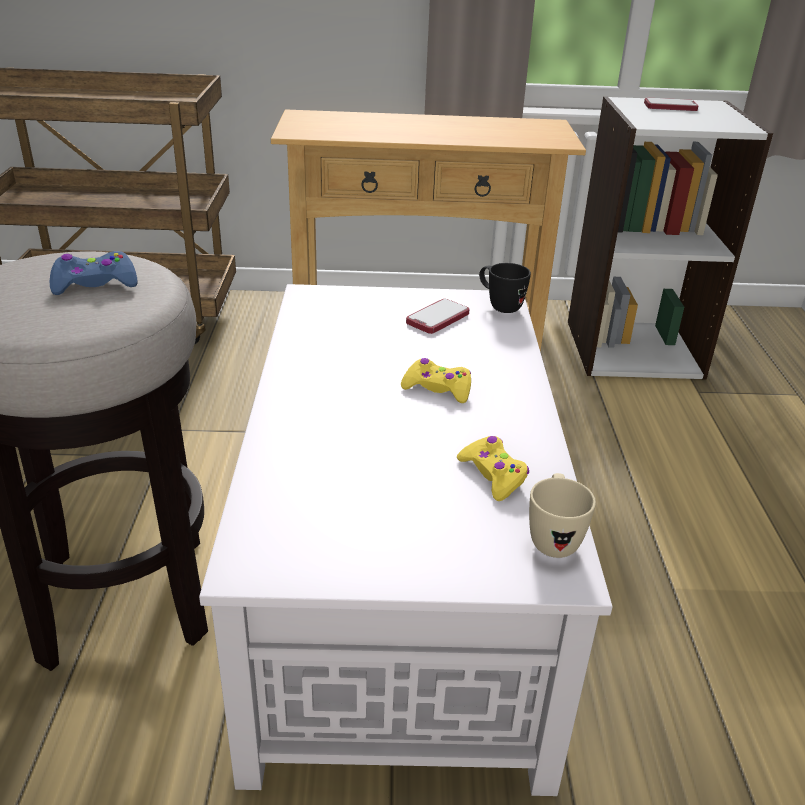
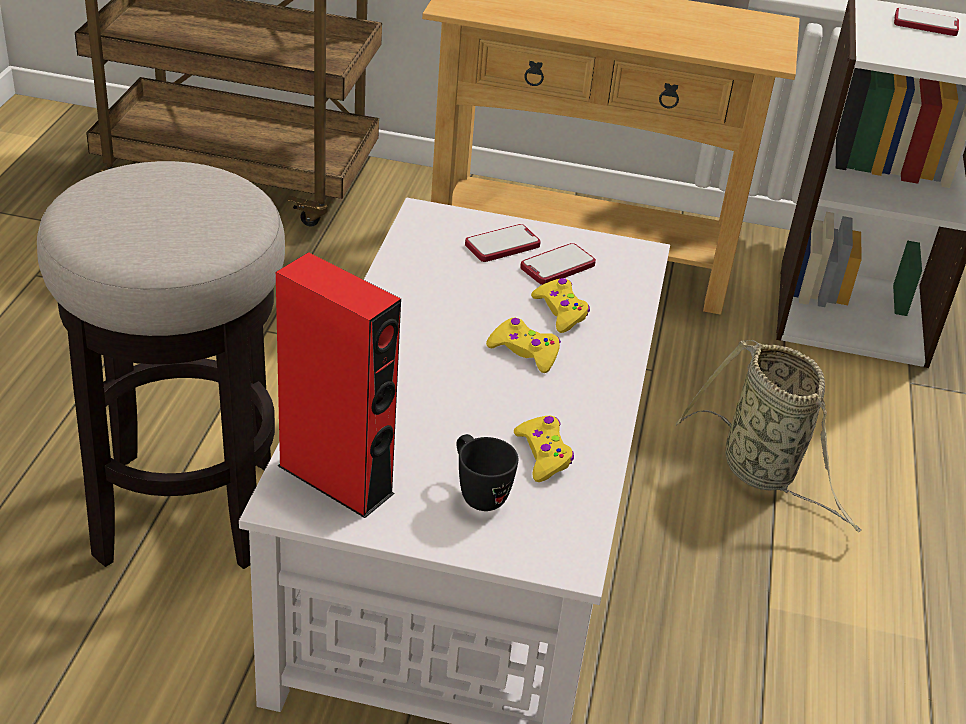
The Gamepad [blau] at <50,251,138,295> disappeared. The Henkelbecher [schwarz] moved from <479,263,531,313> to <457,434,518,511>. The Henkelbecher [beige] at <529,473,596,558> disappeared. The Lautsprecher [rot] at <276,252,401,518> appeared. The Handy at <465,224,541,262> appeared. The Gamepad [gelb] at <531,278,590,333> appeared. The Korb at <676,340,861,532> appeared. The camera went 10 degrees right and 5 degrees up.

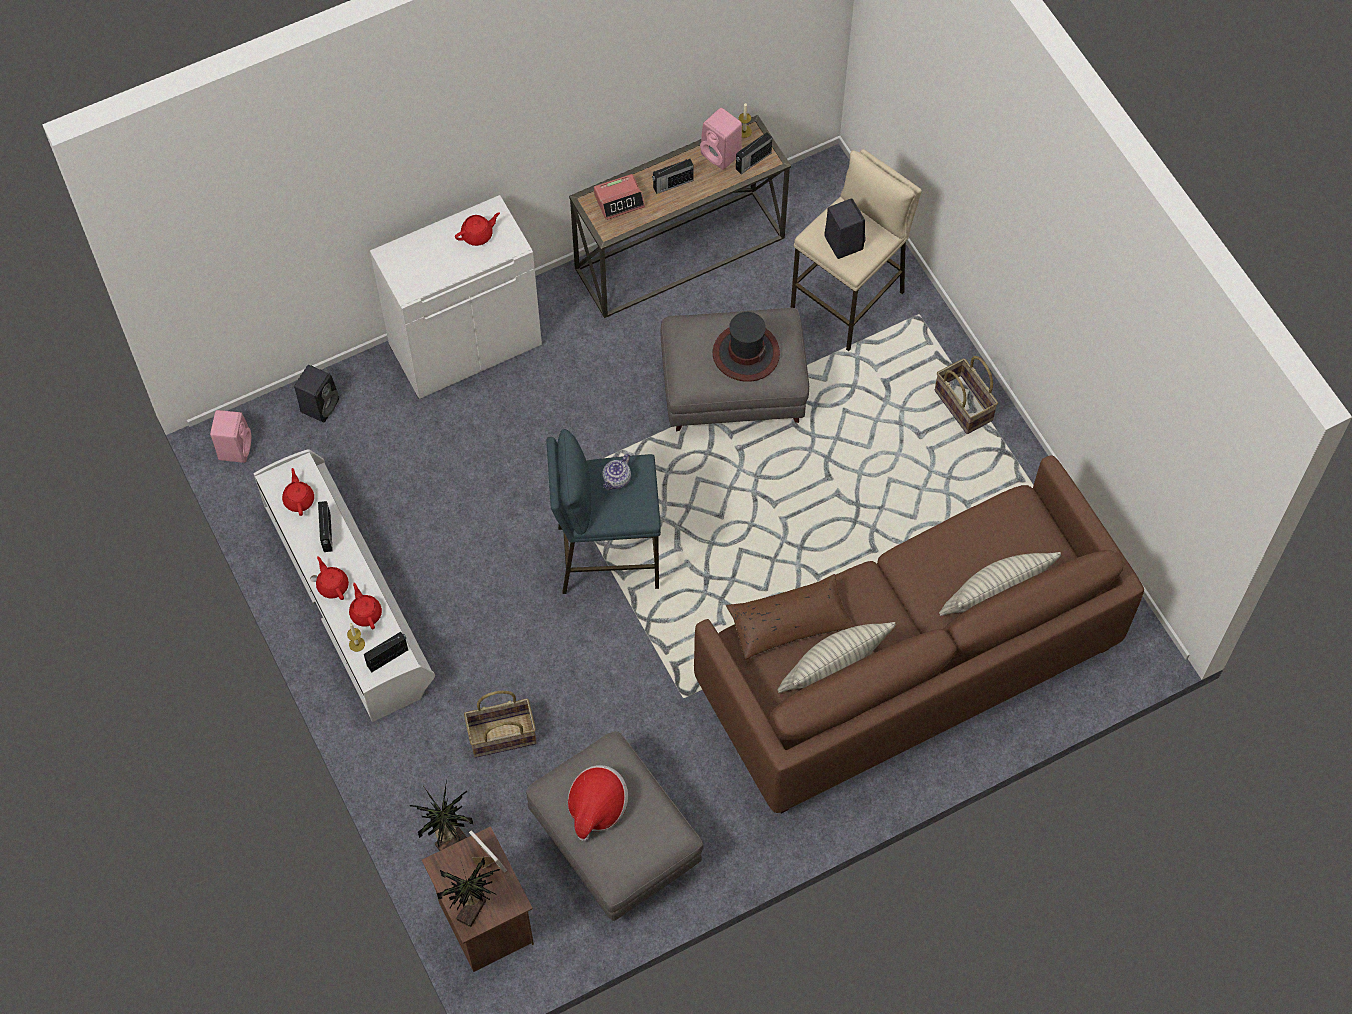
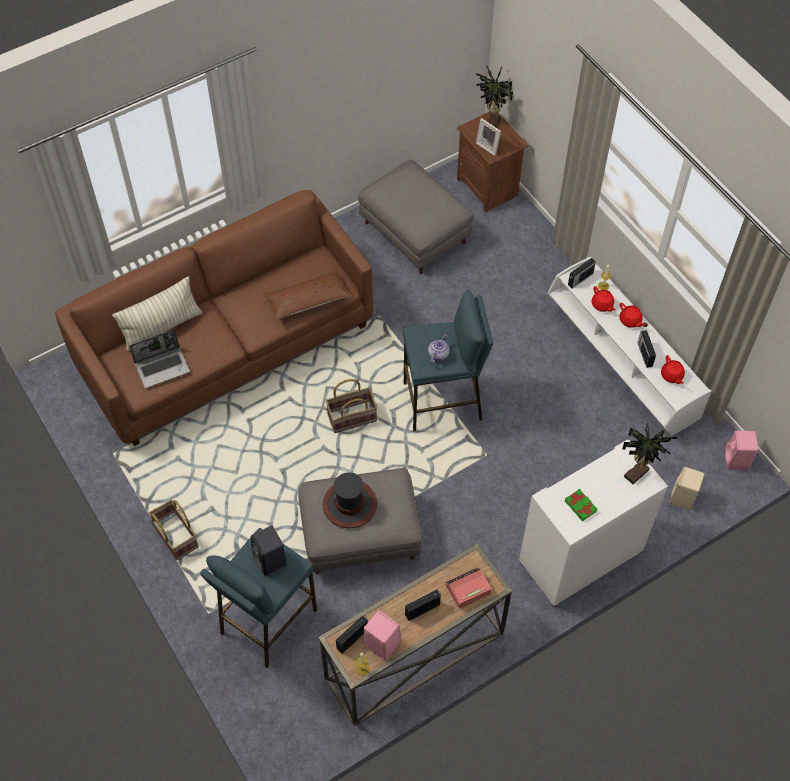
The Lautsprecher [schwarz] at <294,365,339,422> became the Lautsprecher [beige] at <670,467,704,510>. The Topfpflanze moved from <410,779,473,851> to <622,422,677,484>. The Teekanne [rot] at <455,213,500,246> was replaced by the Buch [grün] at <565,489,597,521>. The Korb moved from <464,691,536,758> to <326,379,378,433>. The Hut at <568,765,628,841> disappeared. The Kissen at <777,622,896,693> disappeared. The Hocker [beige] at <791,149,922,351> became the Hocker [blau] at <200,528,317,668>. The Laptop at <129,329,190,388> appeared. The camera went 175 degrees right and 5 degrees down.

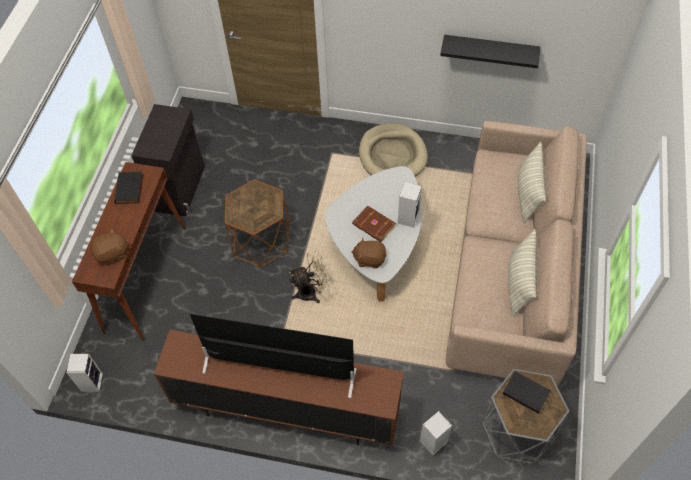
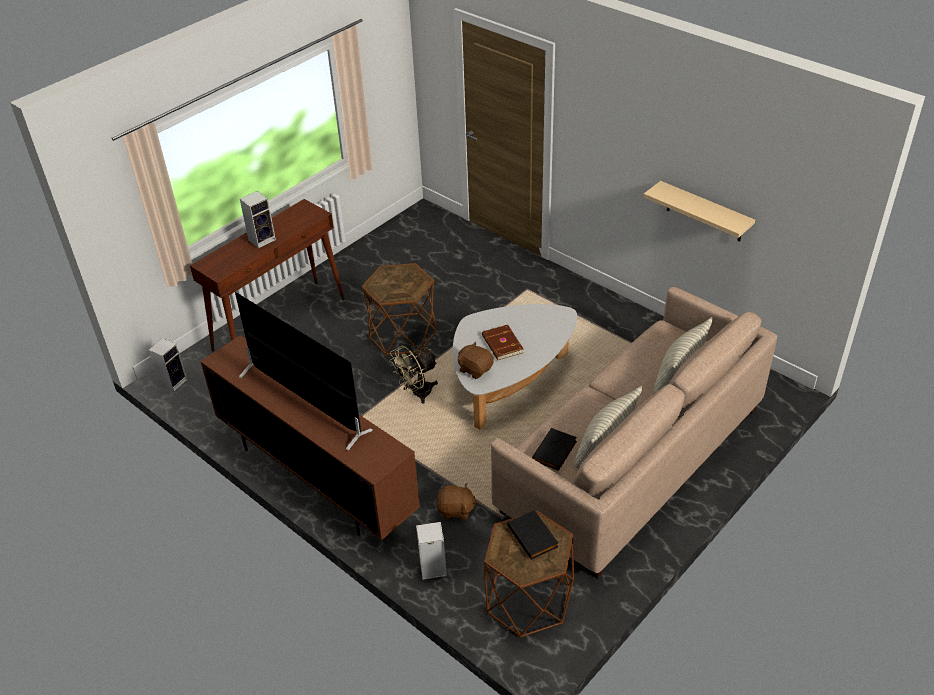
The Plüschtier [braun] moved from <91,229,129,266> to <436,484,478,519>. The Buch [schwarz] moved from <114,172,143,204> to <532,428,577,471>. The Schrank [schwarz] at <131,104,205,216> disappeared. The Ventilator [beige] at <289,250,331,303> turned 135 degrees clockwise. The Hundebett [beige] at <359,123,428,177> disappeared. The Lautsprecher moved from <398,182,422,228> to <240,191,276,248>. The Wandregal [schwarz] at <440,35,541,68> became the Wandregal [beige] at <643,181,755,242>. The Beistelltisch [grau] at <482,369,569,464> became the Beistelltisch [braun] at <484,511,574,638>. The camera went 30 degrees right and 15 degrees down.

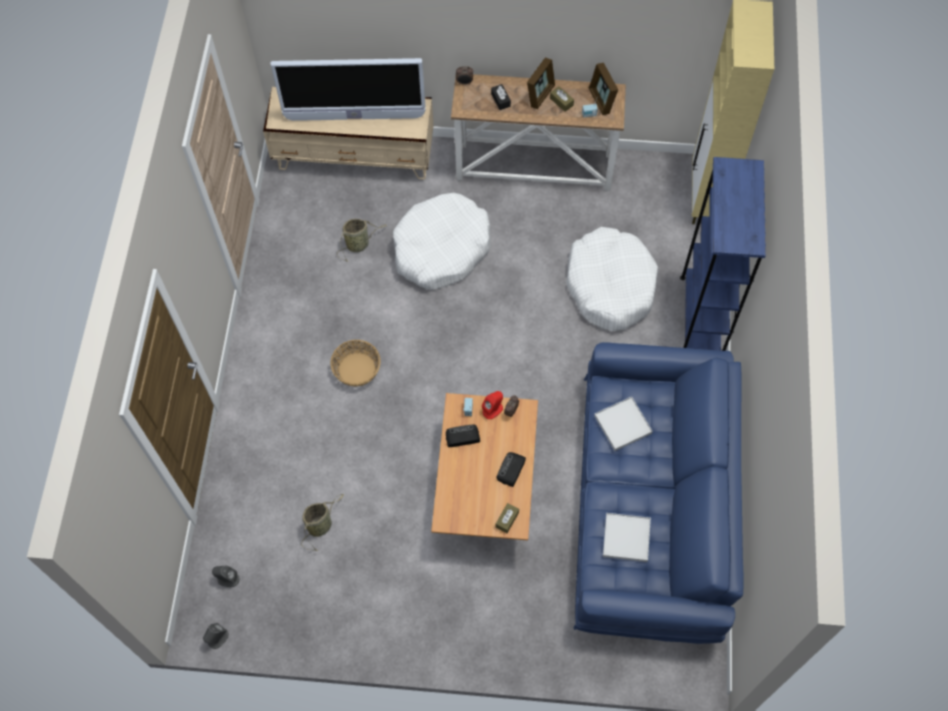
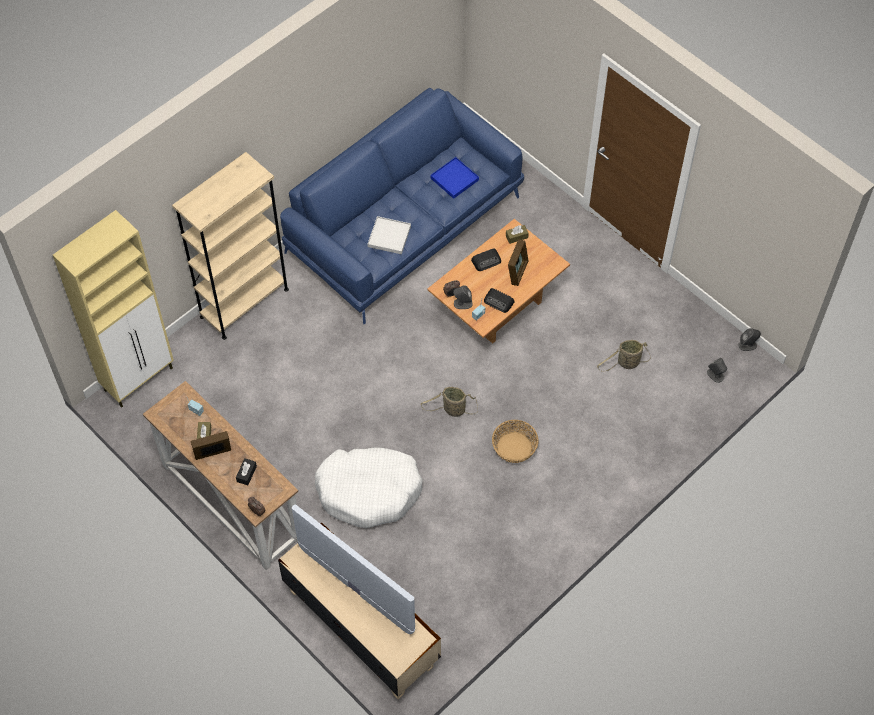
The Korb moved from <337,219,387,262> to <421,387,478,417>. The Lautsprecher [rot] at <482,391,503,419> became the Lautsprecher [grau] at <453,285,473,309>. The Hundebett [weiß] at <566,227,658,331> disappeared. The Bilderrahmen moved from <589,63,618,115> to <508,239,528,286>. The Tablett [weiß] at <603,513,651,562> became the Tablett [blau] at <430,157,479,199>. The Bücherregal [blau] at <680,157,766,351> became the Bücherregal [beige] at <172,152,289,340>. The camera went 140 degrees left and 5 degrees down.

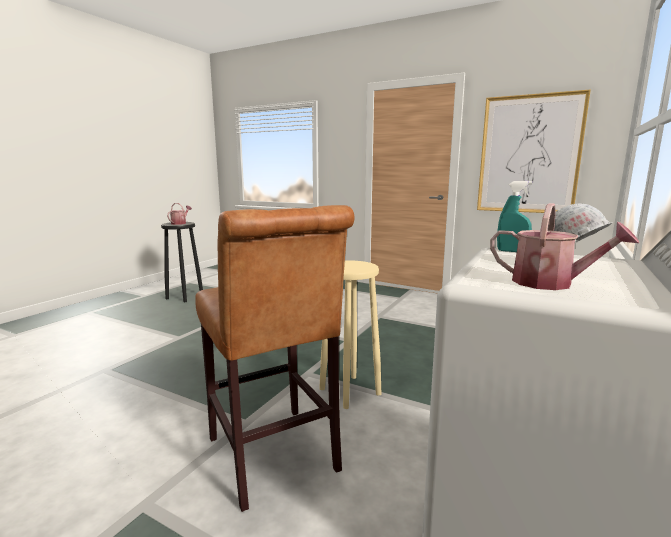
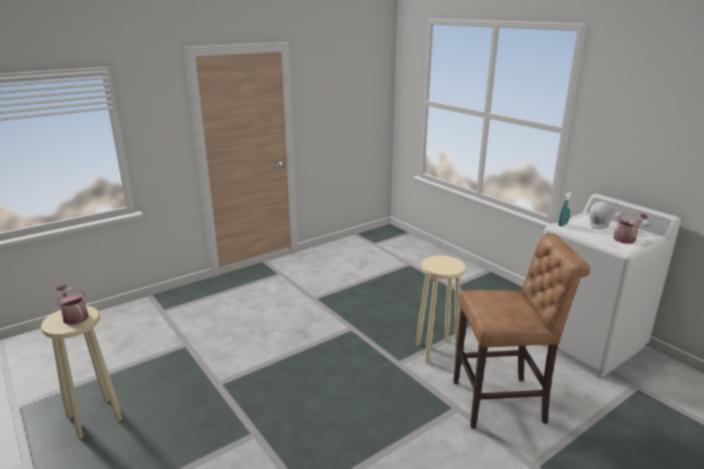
The Hocker [schwarz] at <161,222,203,302> became the Hocker [beige] at <41,306,122,439>. The Bild at <477,89,591,213> disappeared. The camera went 65 degrees left and 10 degrees up.

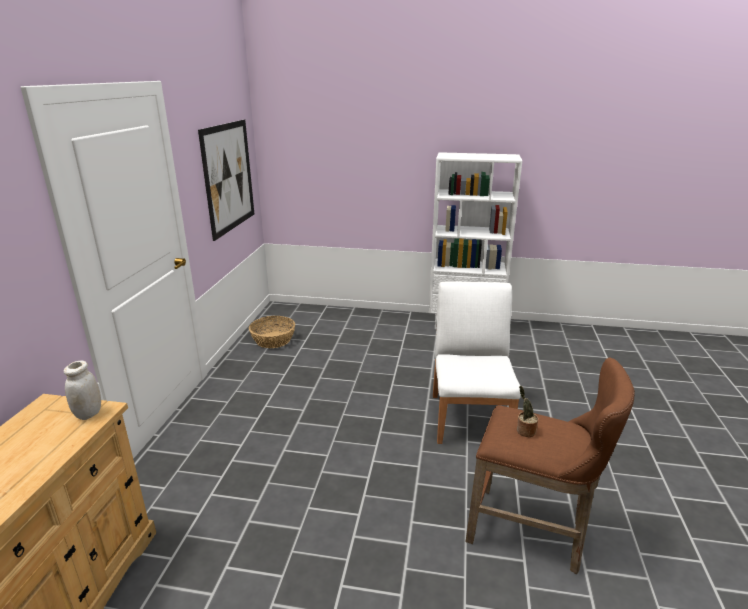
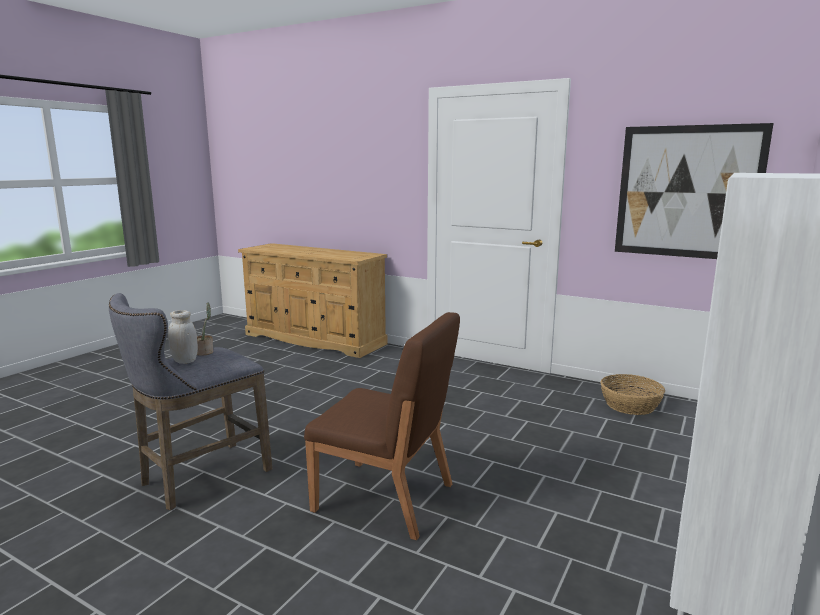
The Vorratsglas [weiß] moved from <64,361,101,420> to <168,310,198,364>. The Stuhl [weiß] at <433,281,521,444> became the Stuhl [braun] at <304,312,460,540>. The Hocker [braun] at <465,358,635,574> became the Hocker [grau] at <109,293,272,510>. The camera went 110 degrees right and 10 degrees down.

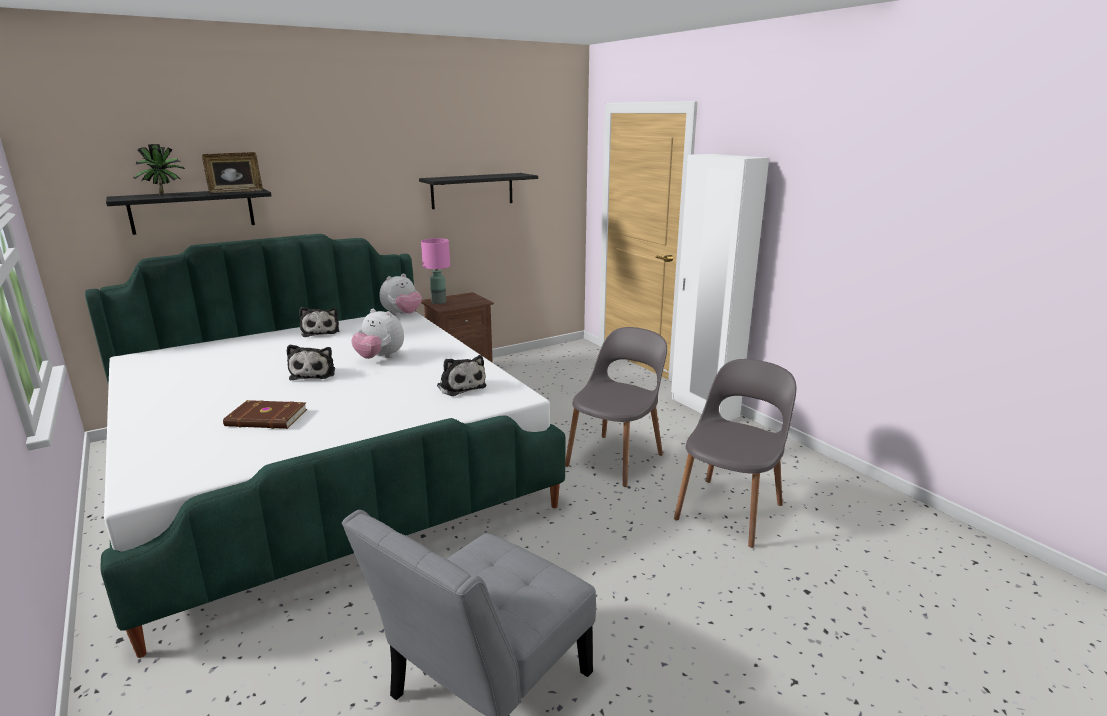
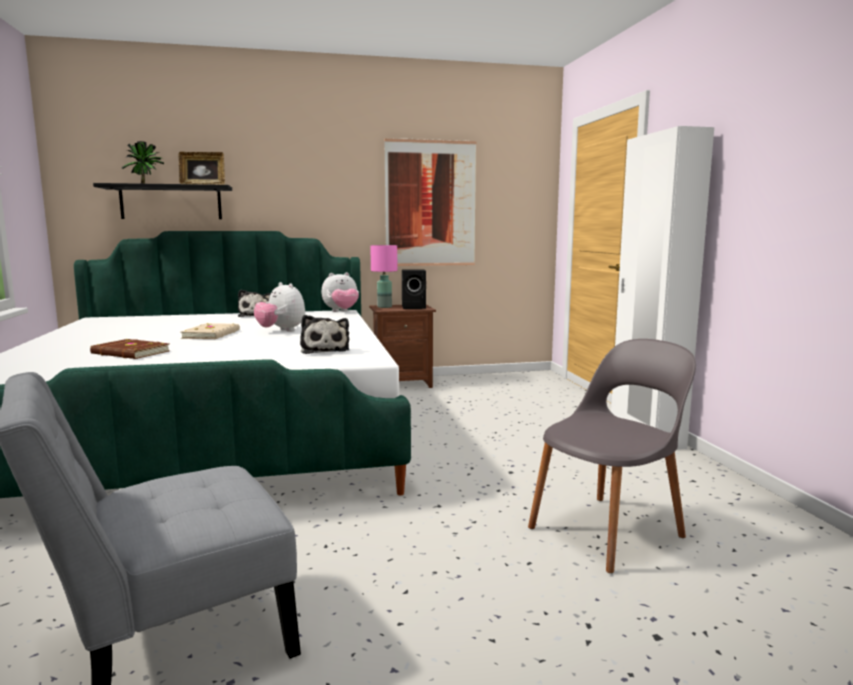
The Plüschtier at <287,344,335,380> was replaced by the Buch [beige] at <181,323,240,339>. The Wandregal [schwarz] at <419,173,538,209> was replaced by the Bild at <384,138,476,266>. The Stuhl [grau] at <565,327,667,487> disappeared. The Lautsprecher [schwarz] at <402,269,426,309> appeared. The camera went 20 degrees right and 10 degrees down.

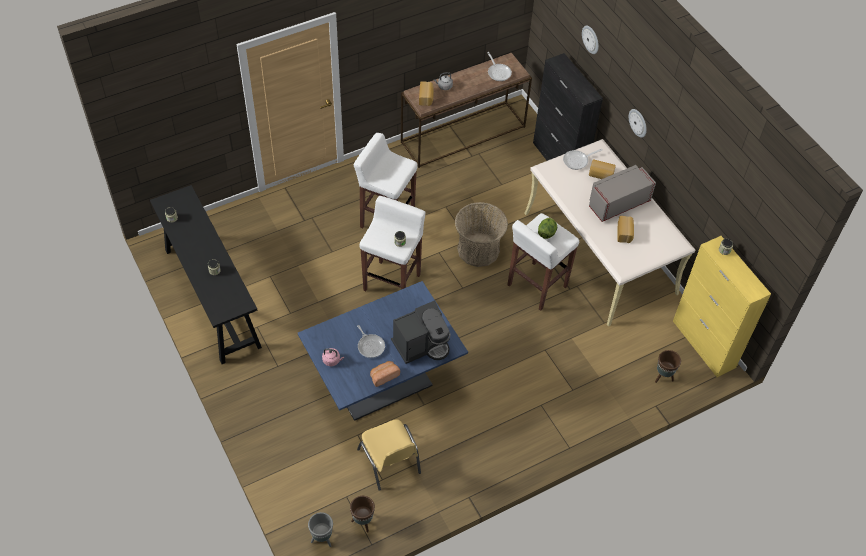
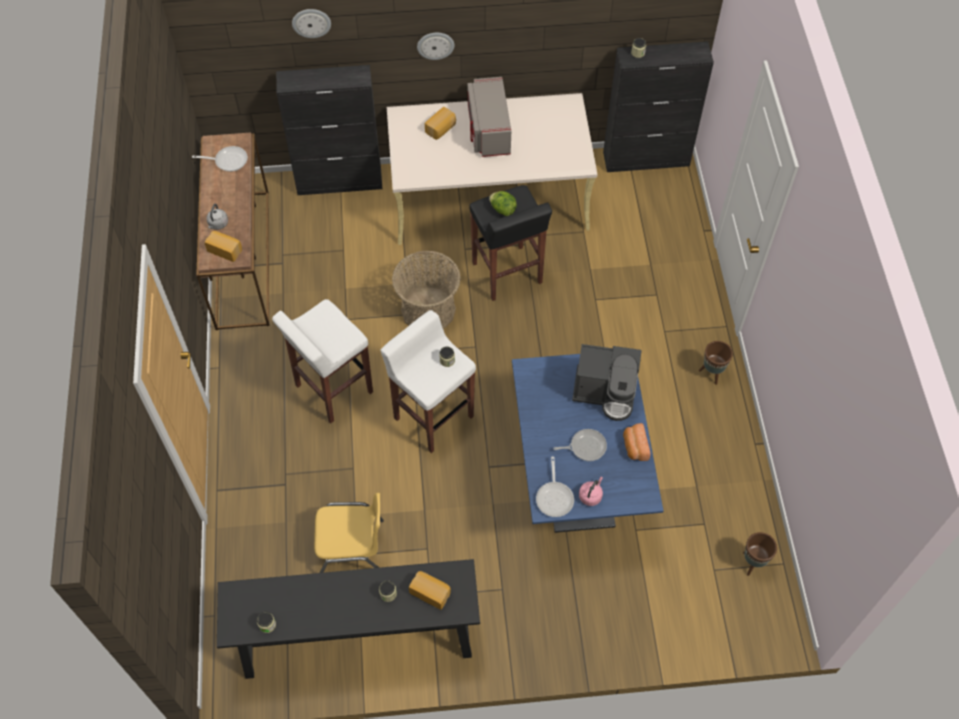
The Pflanzkübel [grau] at <308,512,333,547> disappeared. The Stuhl [gelb] moved from <357,419,421,491> to <314,493,384,573>. The Kaffeemaschine at <391,301,451,364> turned 105 degrees clockwise. The Hocker [weiß] at <507,213,580,311> became the Hocker [schwarz] at <469,185,552,301>. The Pfanne moved from <563,149,603,170> to <536,456,574,517>. The Brot moved from <618,216,634,243> to <409,571,451,610>. The Pflanzkübel [braun] moved from <655,350,681,383> to <699,341,733,385>. The Schrank [gelb] at <673,236,771,377> became the Schrank [schwarz] at <603,41,714,172>. The camera went 65 degrees left and 5 degrees up.

